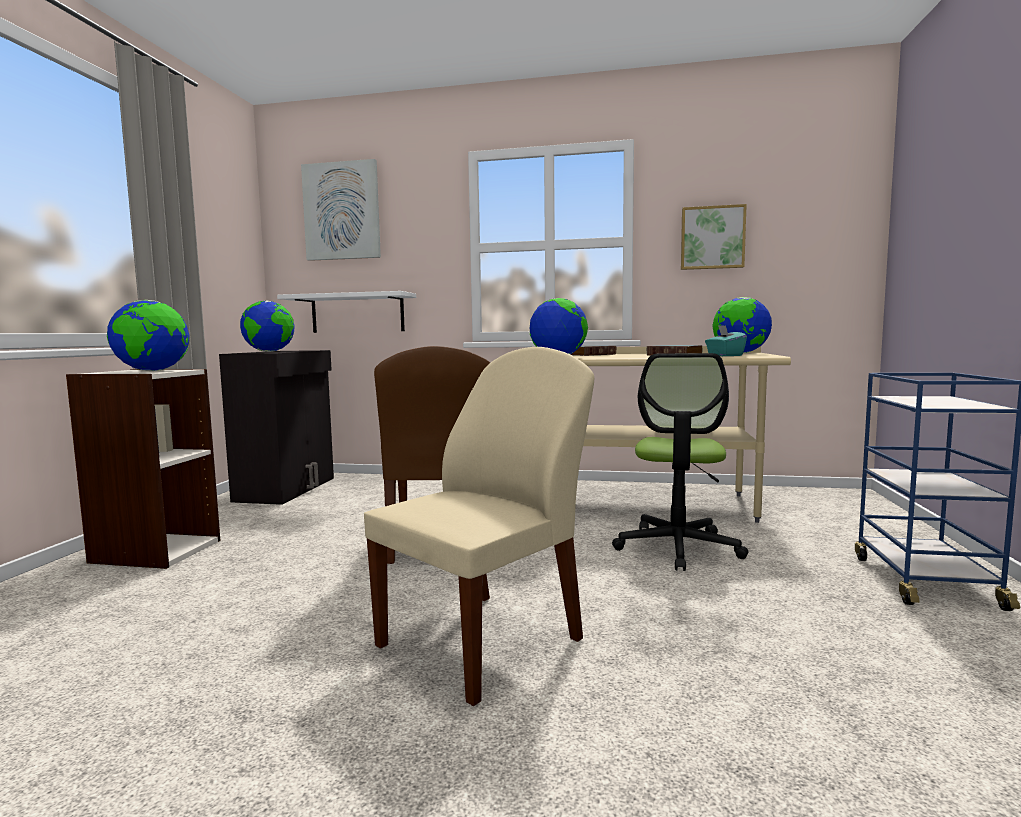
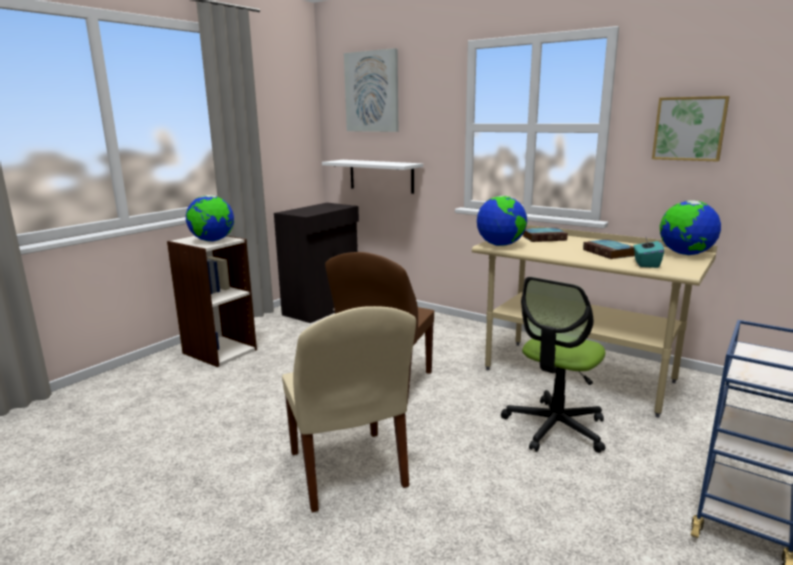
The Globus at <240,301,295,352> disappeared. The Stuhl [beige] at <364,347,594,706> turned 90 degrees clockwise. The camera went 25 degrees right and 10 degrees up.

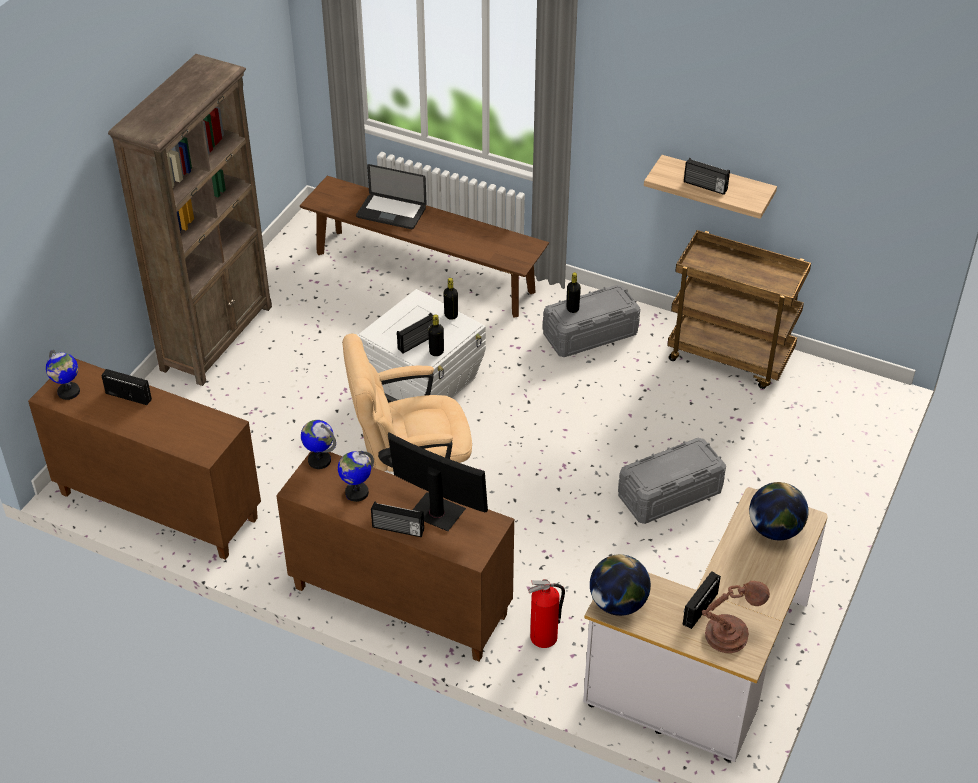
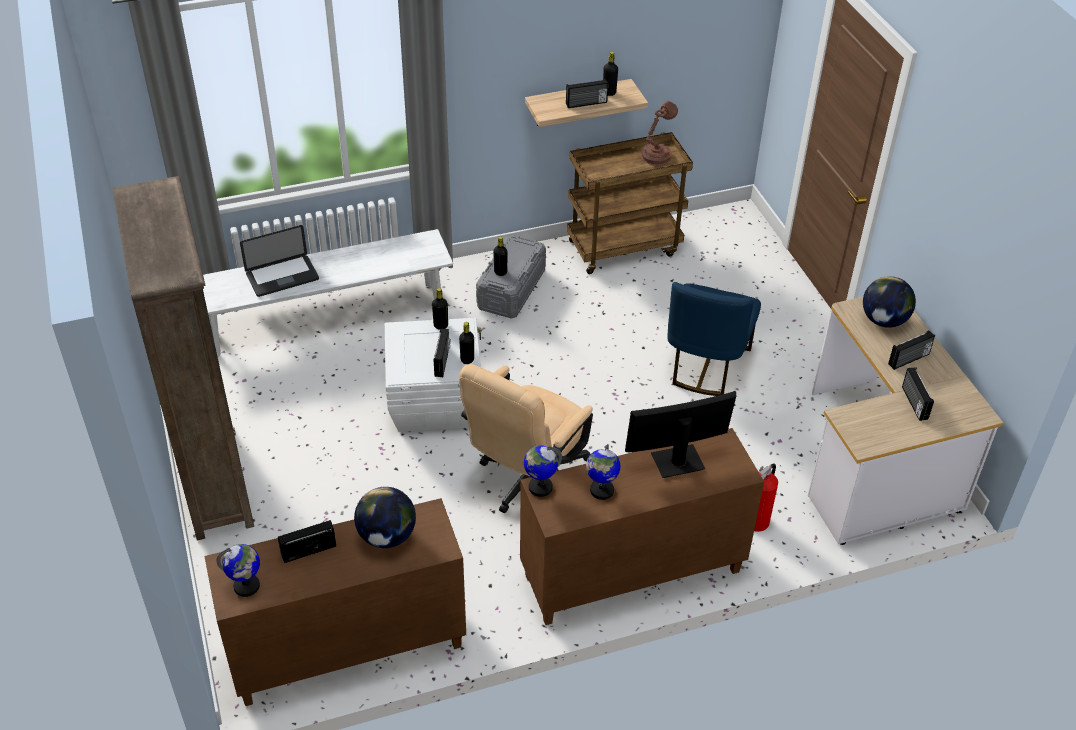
The Bank [braun] at <300,176,549,318> became the Bank [weiß] at <203,229,453,357>. The Radio moved from <371,501,424,537> to <888,331,935,370>. The Globus moved from <590,554,651,616> to <354,487,416,548>. The Aufbewahrungsbox [grau] at <618,438,726,524> was replaced by the Stuhl [blau] at <668,282,761,396>. The Tischlampe [braun] moved from <702,581,770,653> to <641,101,678,166>. The Flasche [schwarz] at <603,52,618,96> appeared. The camera went 45 degrees left and 0 degrees up.

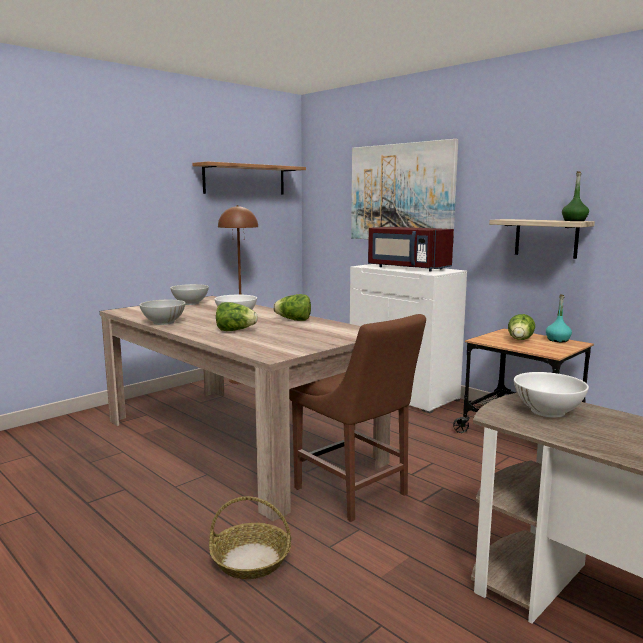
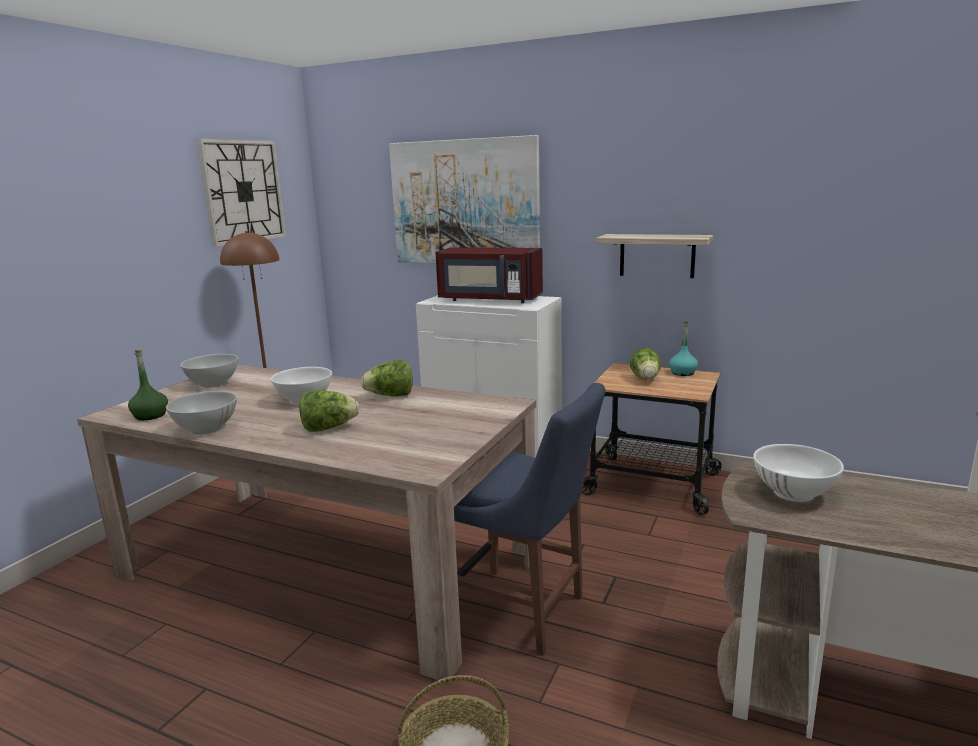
The Wandregal at <192,161,306,195> was replaced by the Wanduhr at <197,139,286,247>. The Stuhl [braun] at <289,314,426,522> became the Stuhl [blau] at <454,383,605,656>. The Flasche [grün] moved from <562,171,589,221> to <128,349,168,420>. The camera went 20 degrees left and 5 degrees up.

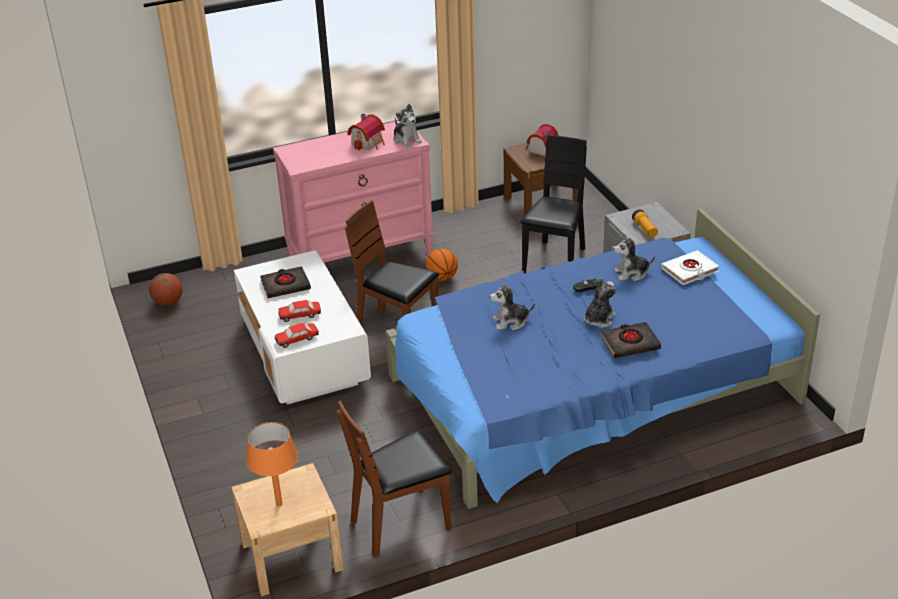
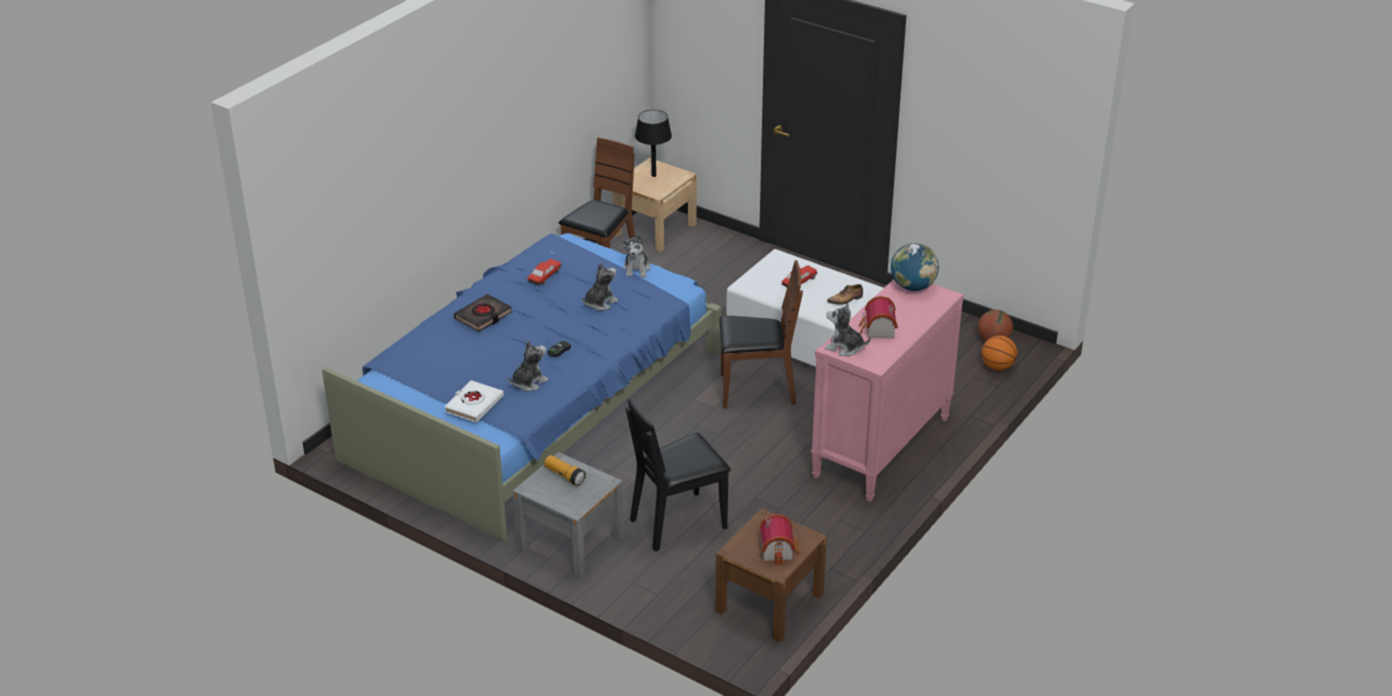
The Tischlampe [orange] at <246,422,298,506> became the Tischlampe [schwarz] at <635,110,672,177>. The Buch [schwarz] at <260,266,311,298> was replaced by the Schuh at <827,284,863,305>. The Spielzeugauto moved from <275,323,319,348> to <527,259,562,285>. The Basketball moved from <426,249,458,281> to <982,335,1017,371>. The Stuhl [schwarz] at <520,135,587,274> turned 75 degrees clockwise. The Plüschtier moved from <584,278,617,328> to <621,235,650,278>. The Globus at <891,243,939,291> appeared. The camera went 145 degrees right and 0 degrees up.

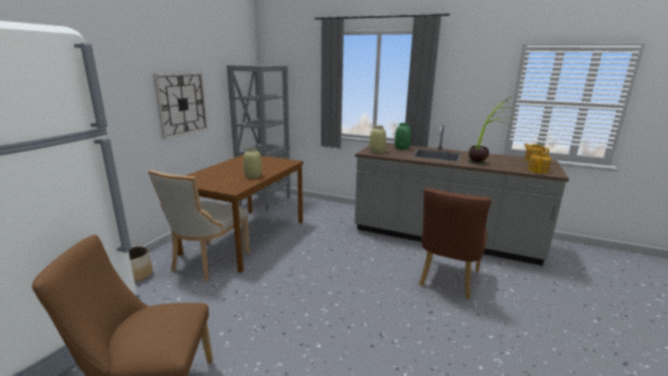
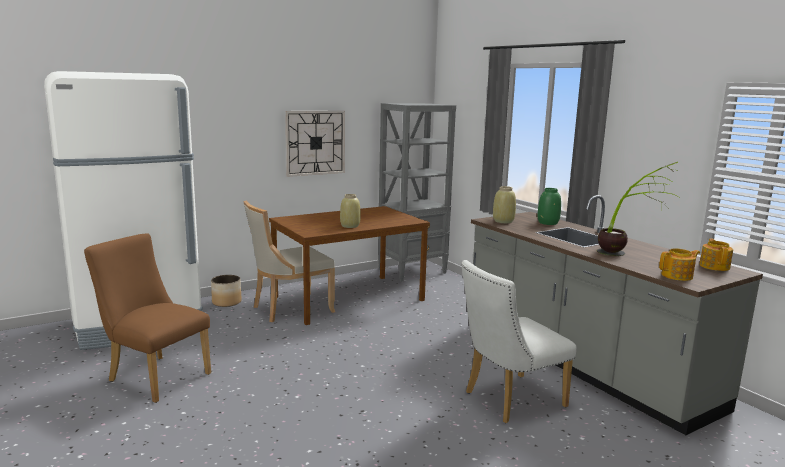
The Stuhl [braun] at <419,187,491,299> became the Stuhl [weiß] at <461,260,577,423>. The camera went 35 degrees right and 5 degrees down.

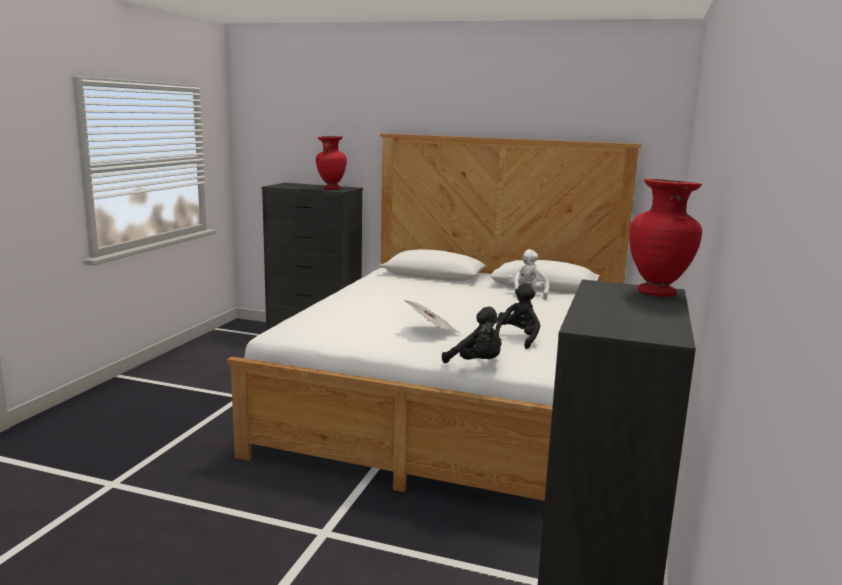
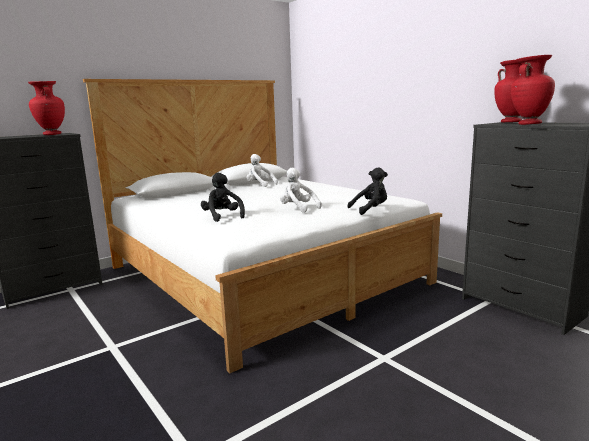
The Zeitung at <404,300,460,333> was replaced by the Plüschtier [weiß] at <280,168,322,212>. The Plüschtier [schwarz] moved from <495,283,540,349> to <201,173,245,222>. The Vase [rot] at <511,55,555,125> appeared. The camera went 55 degrees left and 0 degrees up.

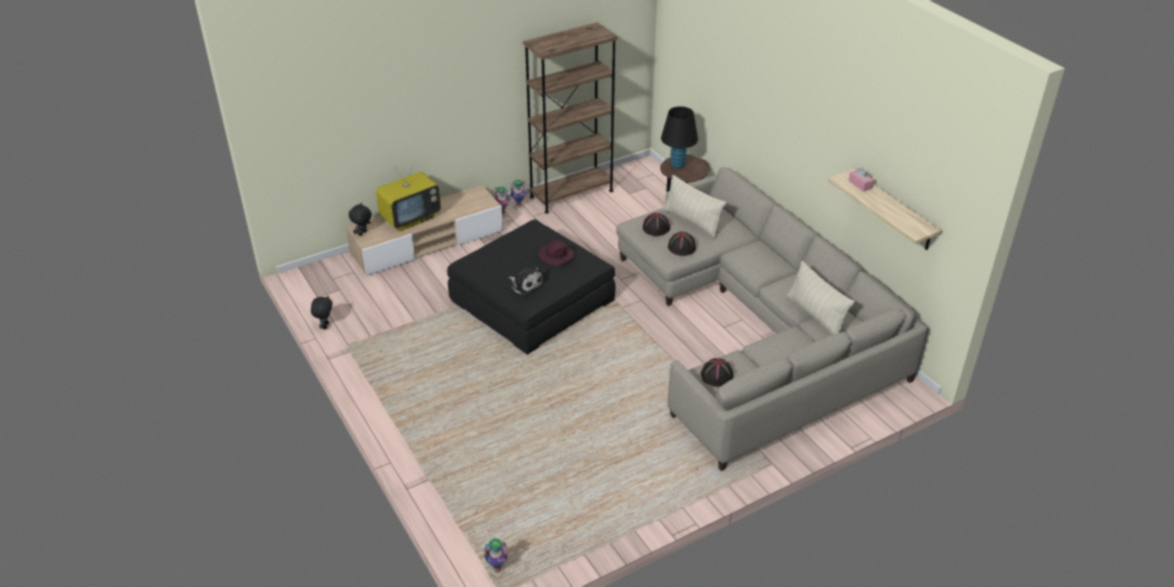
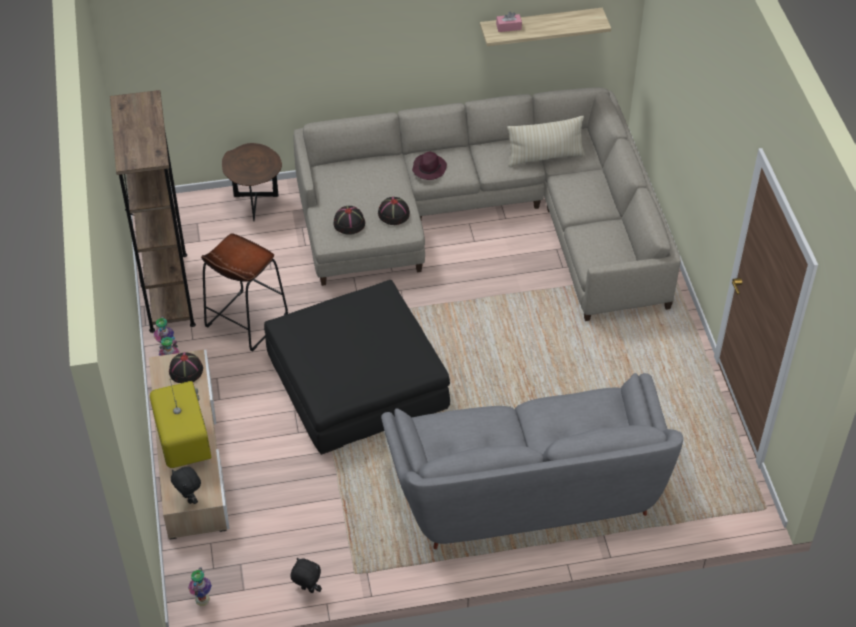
The Vase moved from <483,538,508,576> to <188,568,212,606>. The Plüschtier at <508,265,543,296> disappeared. The Hut [lila] moved from <539,240,574,266> to <412,152,447,180>. The Tischlampe [schwarz] at <661,106,698,169> disappeared. The Kissen [beige] at <663,175,726,238> disappeared. The Hut [schwarz] moved from <700,358,733,386> to <169,352,203,383>. The Hocker [braun] at <201,233,288,351> appeared. The Sofa [grau] at <381,373,683,549> appeared. The camera went 70 degrees left and 10 degrees up.

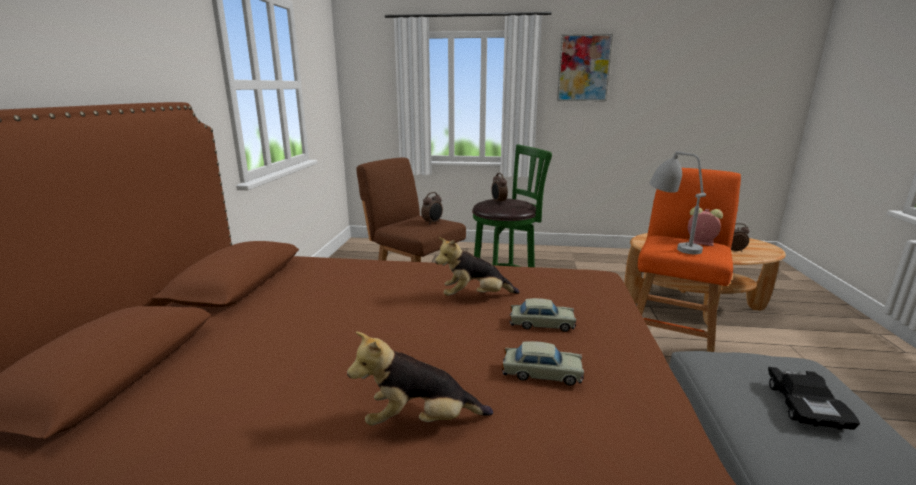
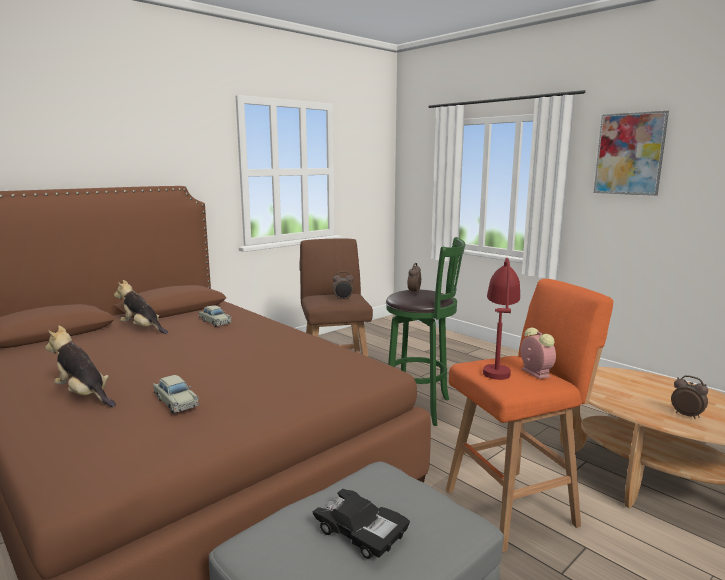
The Plüschtier moved from <435,237,519,296> to <114,280,168,334>. The Spielzeugauto [beige] moved from <510,298,576,332> to <199,305,232,327>. The Tischlampe [grau] at <650,151,706,254> became the Tischlampe [rot] at <483,258,520,380>. The Spielzeugauto [schwarz] at <768,367,860,430> turned 105 degrees counterclockwise. The camera went 40 degrees right and 5 degrees down.

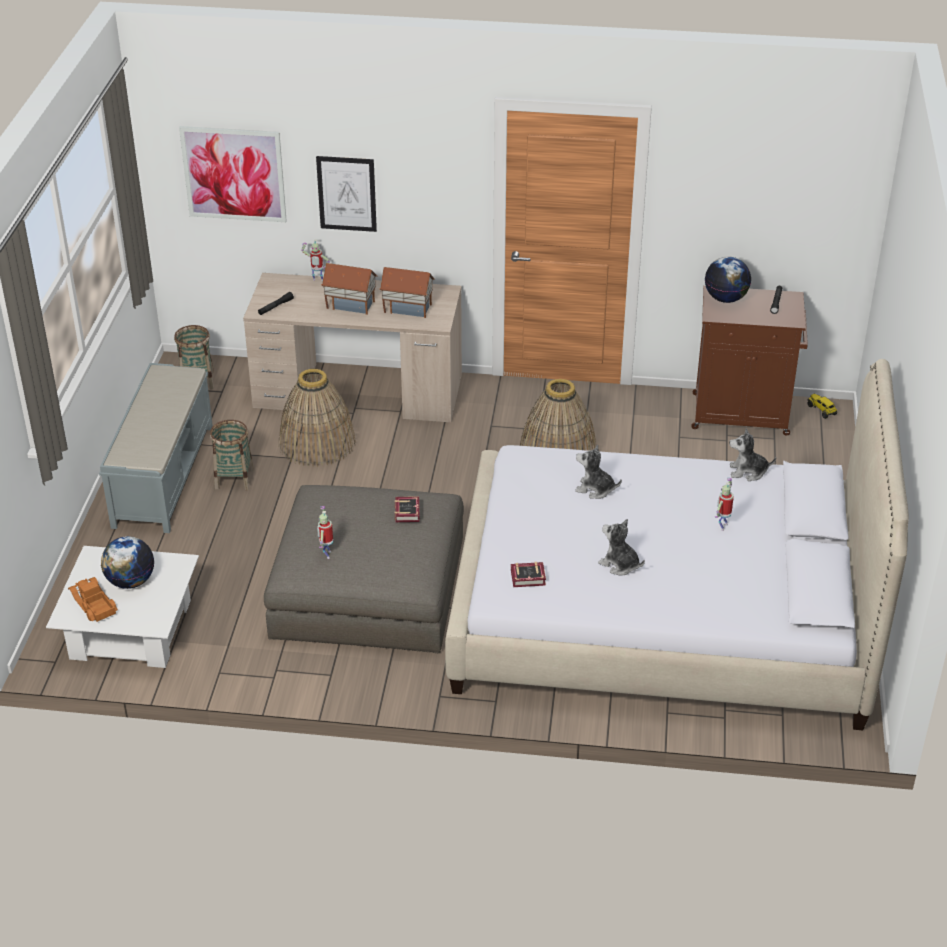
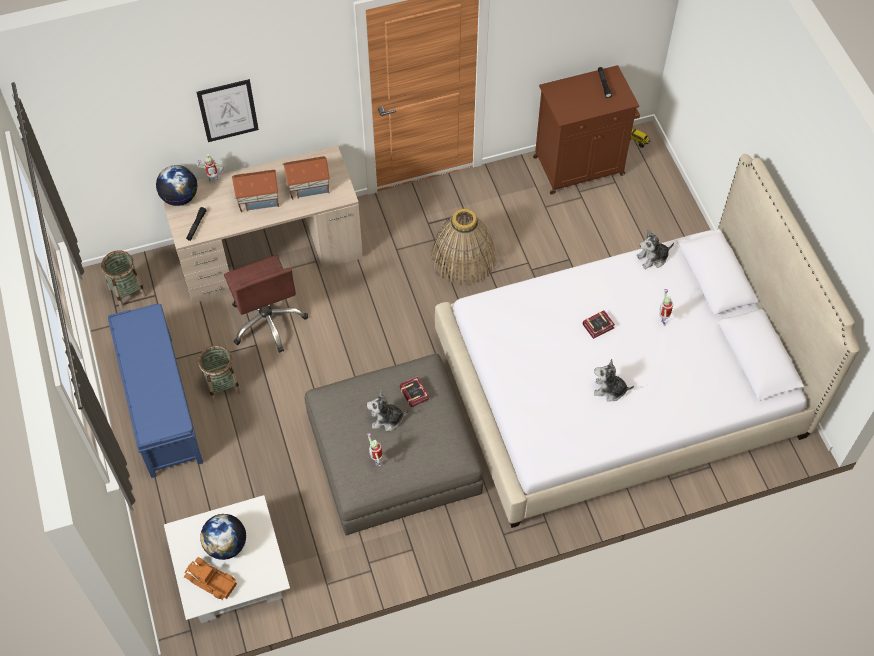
The Bank [grau] at <99,363,213,533> became the Bank [blau] at <108,304,203,478>. The Bild at <179,126,287,222> disappeared. The Korb at <279,369,356,467> was replaced by the Bürostuhl [braun] at <224,255,308,353>. The Buch moved from <511,562,546,587> to <583,310,615,339>. The Plüschtier moved from <575,445,622,499> to <367,390,409,431>. The Globus moved from <705,257,751,303> to <156,165,197,206>. The camera went 25 degrees left and 20 degrees up.

